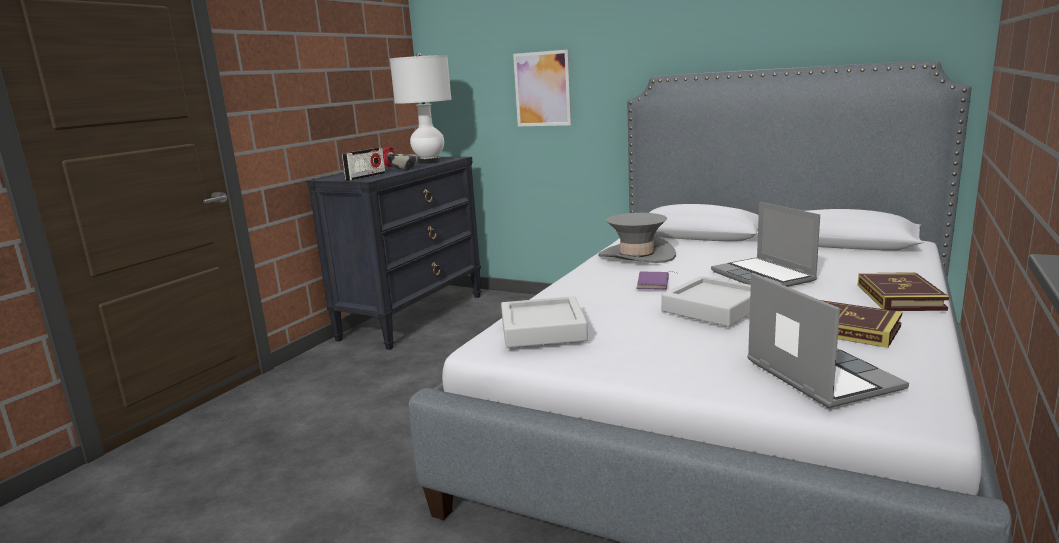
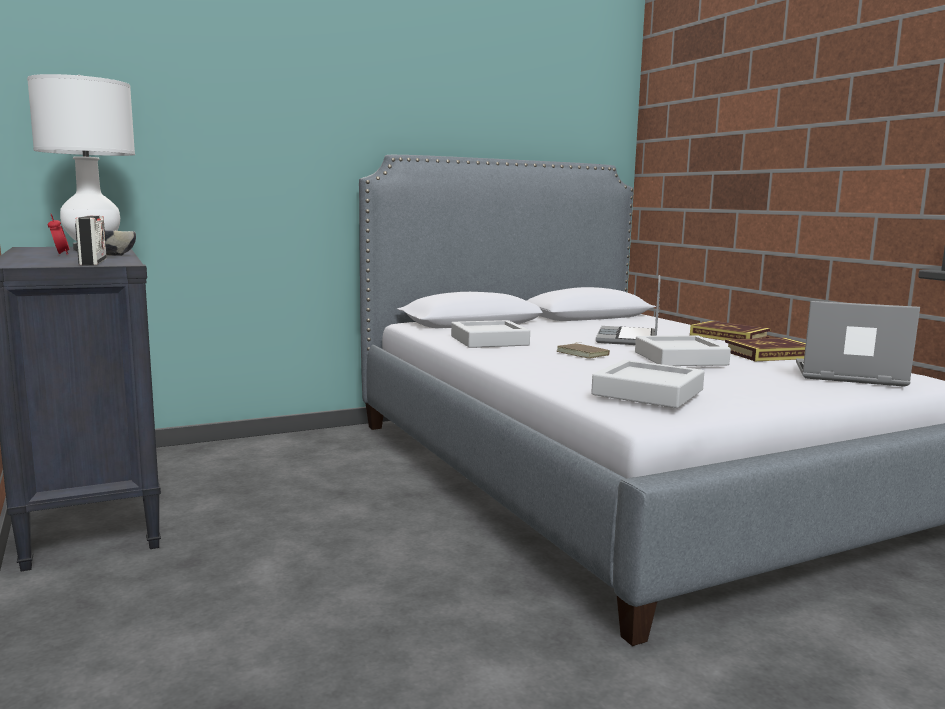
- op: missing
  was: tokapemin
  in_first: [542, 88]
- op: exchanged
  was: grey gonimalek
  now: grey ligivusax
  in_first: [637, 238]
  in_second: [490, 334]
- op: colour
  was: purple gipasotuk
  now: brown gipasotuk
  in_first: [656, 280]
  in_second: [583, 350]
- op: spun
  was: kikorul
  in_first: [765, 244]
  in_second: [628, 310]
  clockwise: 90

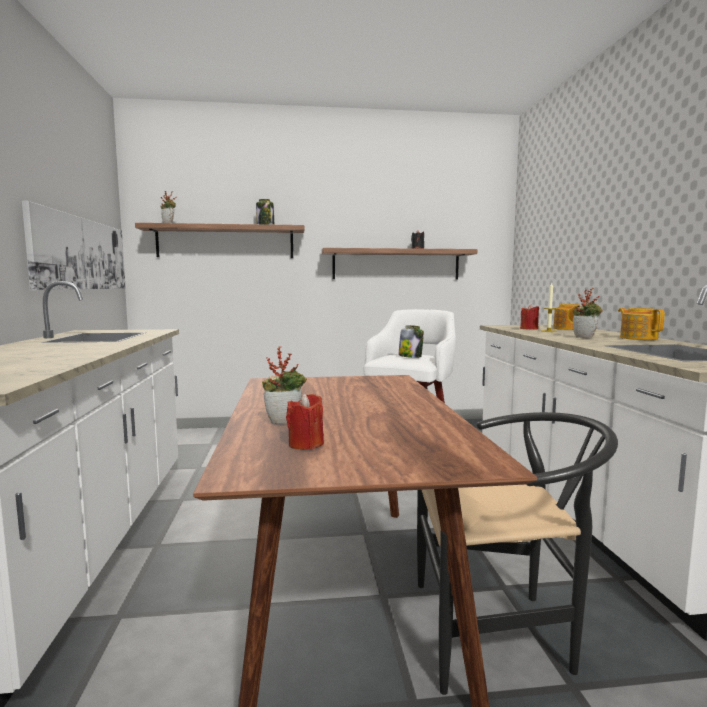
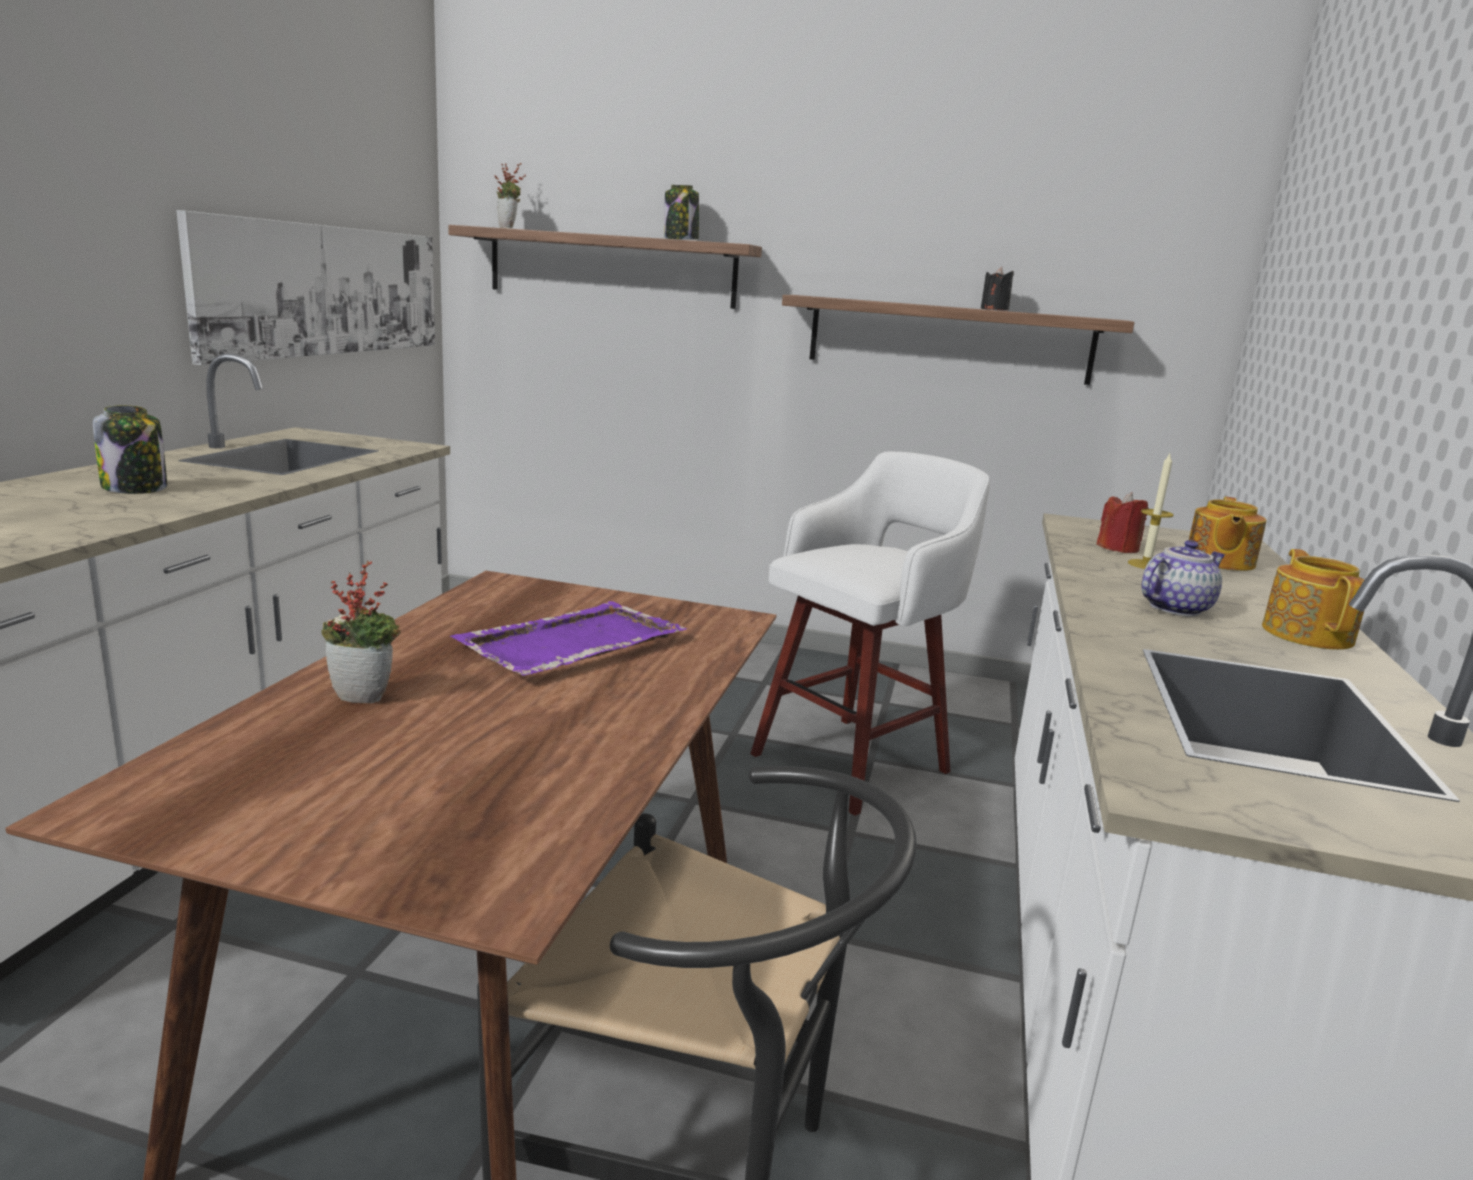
- op: missing
  was: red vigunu
  in_first: [305, 421]
- op: appeared
  now: purple ligivusax
  in_second: [568, 638]
- op: relocated
  was: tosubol
  in_first: [411, 341]
  in_second: [130, 449]
- op: exchanged
  was: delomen
  now: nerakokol
  in_first: [588, 313]
  in_second: [1184, 578]

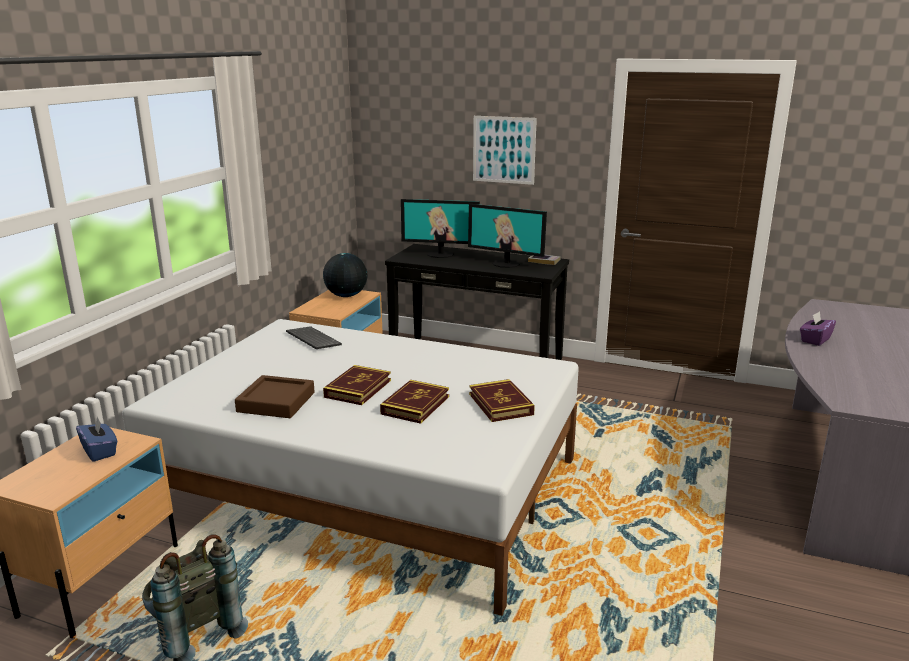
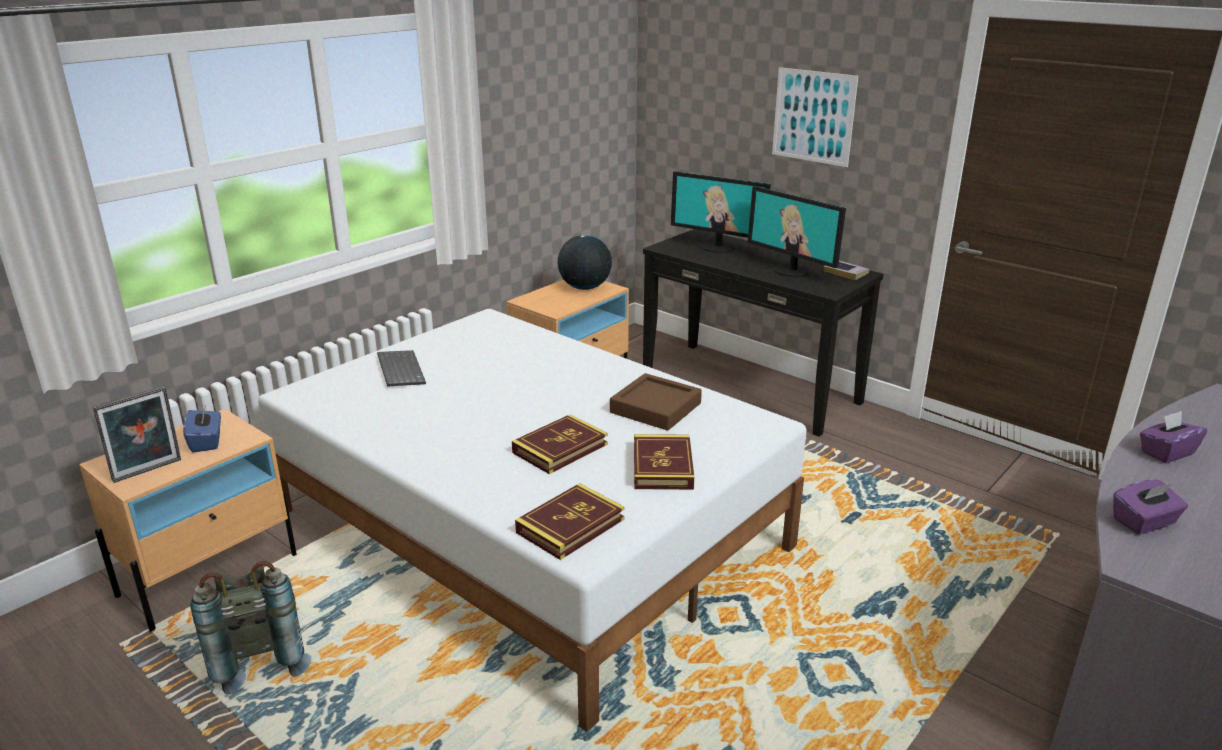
- op: appeared
  now: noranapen
  in_second: [137, 434]
- op: appeared
  now: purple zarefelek
  in_second: [1150, 506]
- op: relocated
  was: brown ligivusax
  in_first: [275, 396]
  in_second: [656, 402]
- op: relocated
  was: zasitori
  in_first: [314, 337]
  in_second: [401, 368]
- op: relocated
  was: gipasotuk
  in_first: [357, 385]
  in_second: [569, 521]

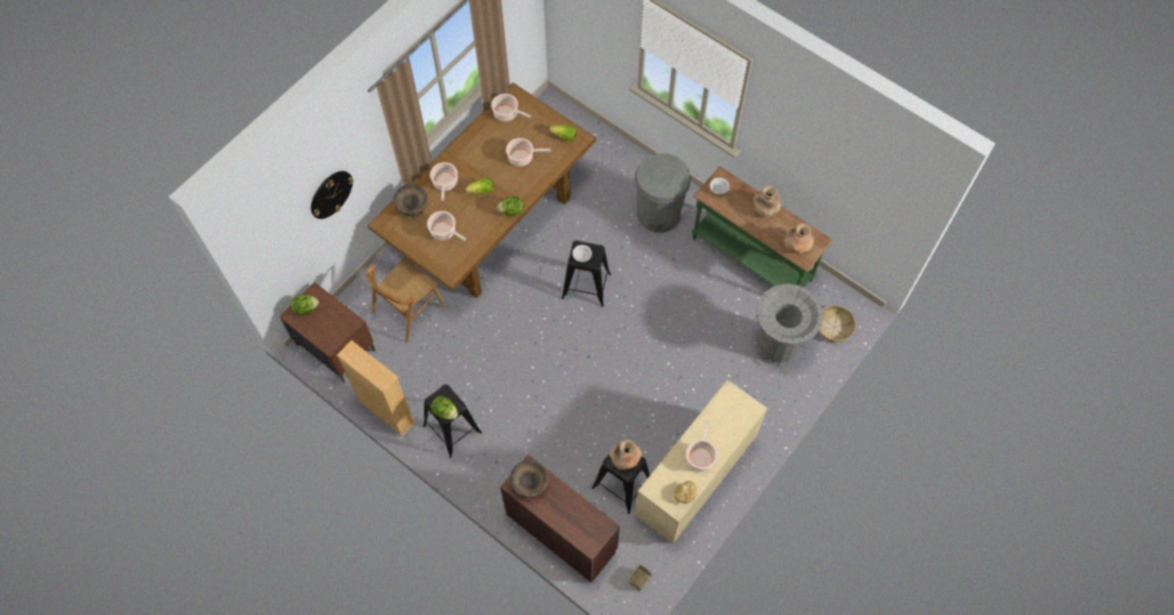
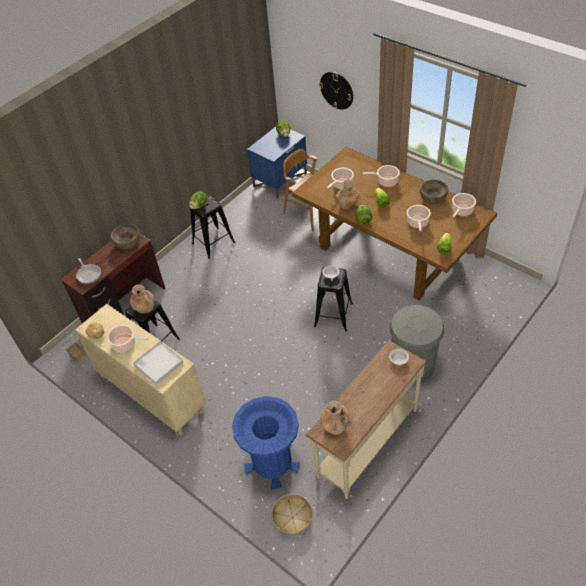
- op: missing
  was: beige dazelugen
  in_first: [376, 388]
- op: appeared
  now: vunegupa
  in_second: [88, 271]
- op: appeared
  now: white ligivusax
  in_second: [158, 363]
- op: relocated
  was: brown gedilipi
  in_first: [410, 200]
  in_second: [434, 191]
- op: relocated
  was: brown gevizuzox
  in_first: [767, 201]
  in_second: [348, 194]
- op: colour
  was: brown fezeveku
  now: blue fezeveku
  in_first: [327, 332]
  in_second: [277, 163]
- op: colour
  was: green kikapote
  now: beige kikapote
  in_first: [762, 227]
  in_second: [366, 419]
- op: colour
  was: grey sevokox
  now: blue sevokox
  in_first: [788, 328]
  in_second: [266, 443]

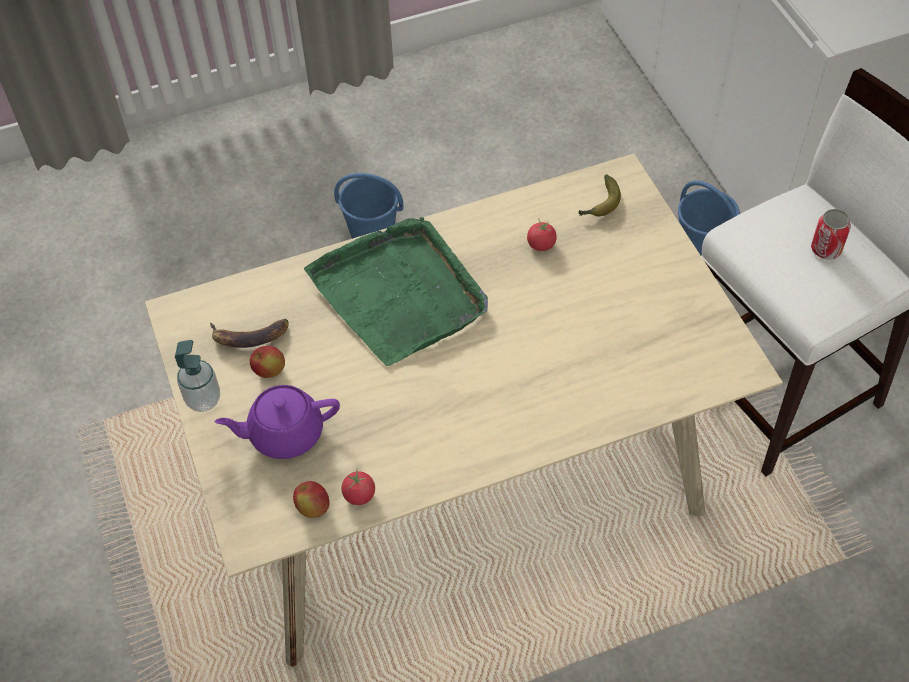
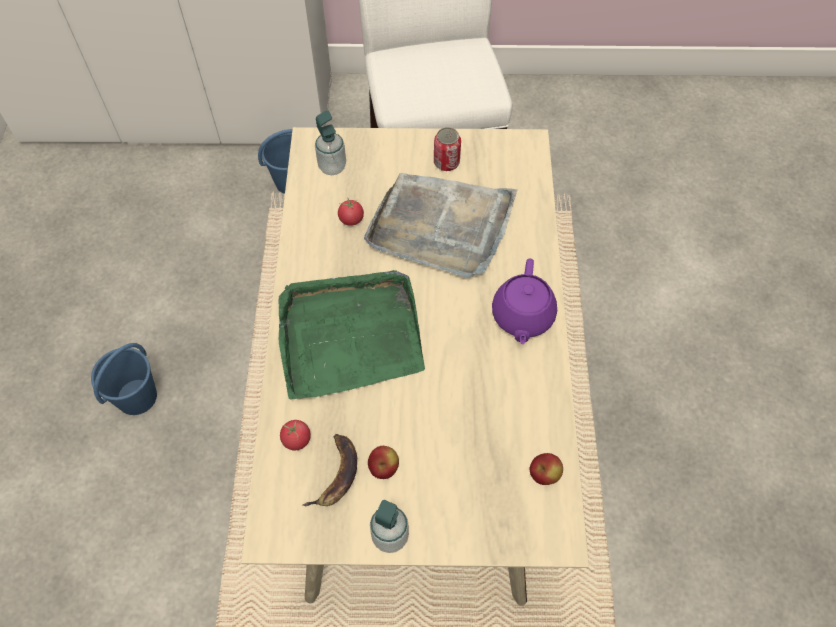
- op: appeared
  now: grey ligivusax
  in_second: [440, 225]
- op: relocated
  was: purple nerakokol
  in_first: [277, 422]
  in_second: [524, 301]
- op: relocated
  was: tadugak
  in_first: [358, 487]
  in_second: [295, 435]
- op: relocated
  was: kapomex
  in_first: [831, 234]
  in_second: [447, 149]
- op: exchanged
  was: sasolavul
  now: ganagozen
  in_first: [600, 195]
  in_second: [330, 142]

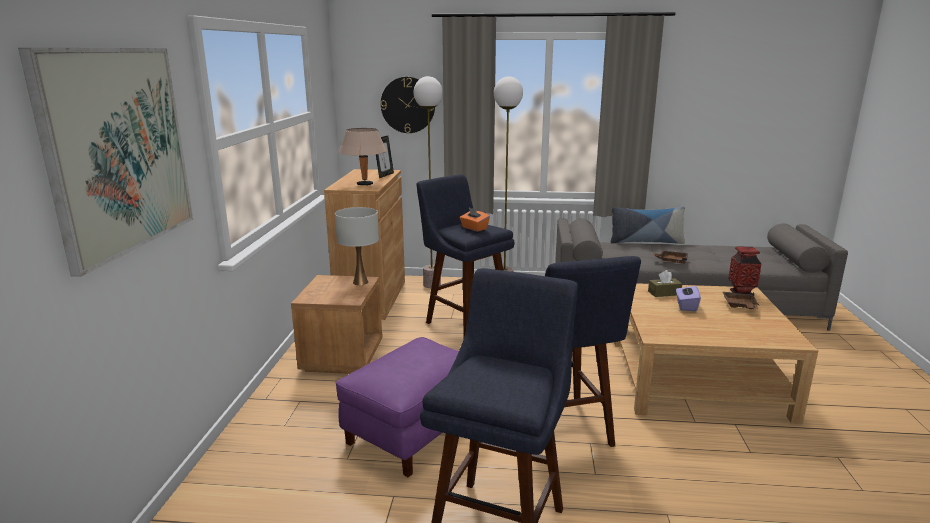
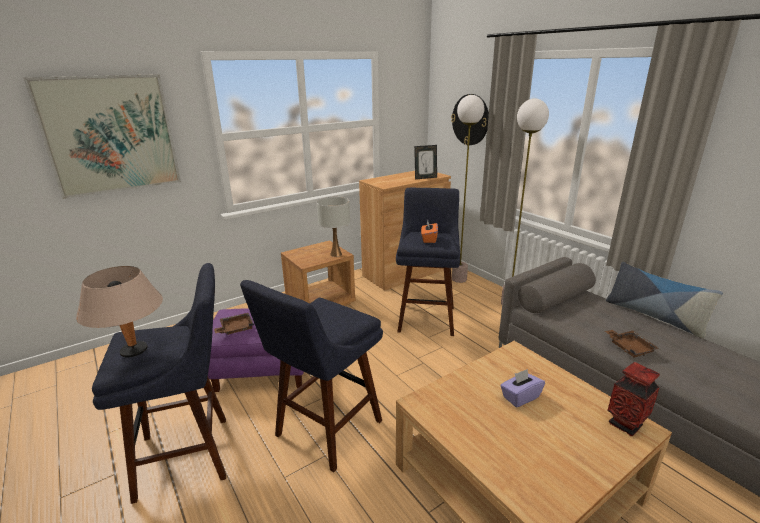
- op: missing
  was: brown zarefelek
  in_first: [665, 283]
- op: relocated
  was: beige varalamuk
  in_first: [363, 157]
  in_second: [119, 311]
- op: relocated
  was: brown ligivusax
  in_first: [741, 300]
  in_second: [234, 324]

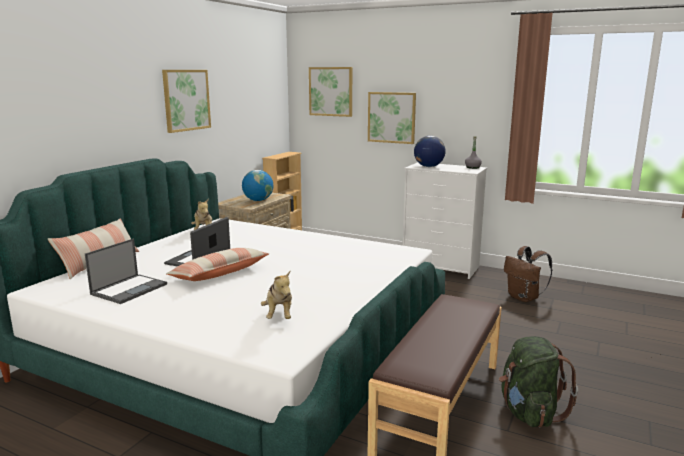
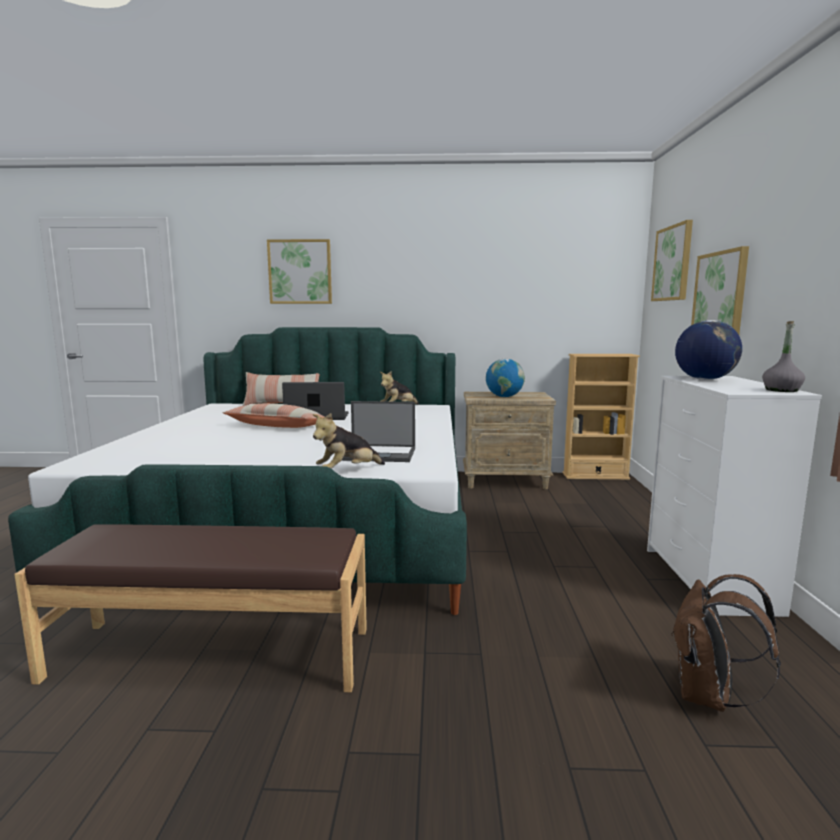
- op: missing
  was: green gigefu
  in_first: [538, 382]
- op: relocated
  was: kikorul
  in_first: [126, 271]
  in_second: [378, 431]
- op: relocated
  was: tokapemin
  in_first: [186, 101]
  in_second: [299, 271]
- op: relocated
  was: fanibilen
  in_first: [276, 295]
  in_second: [348, 441]

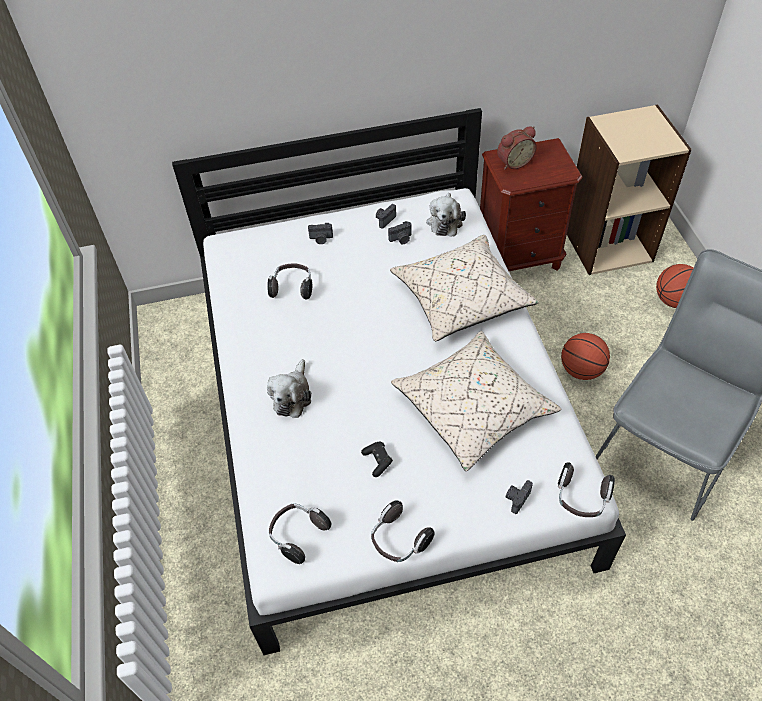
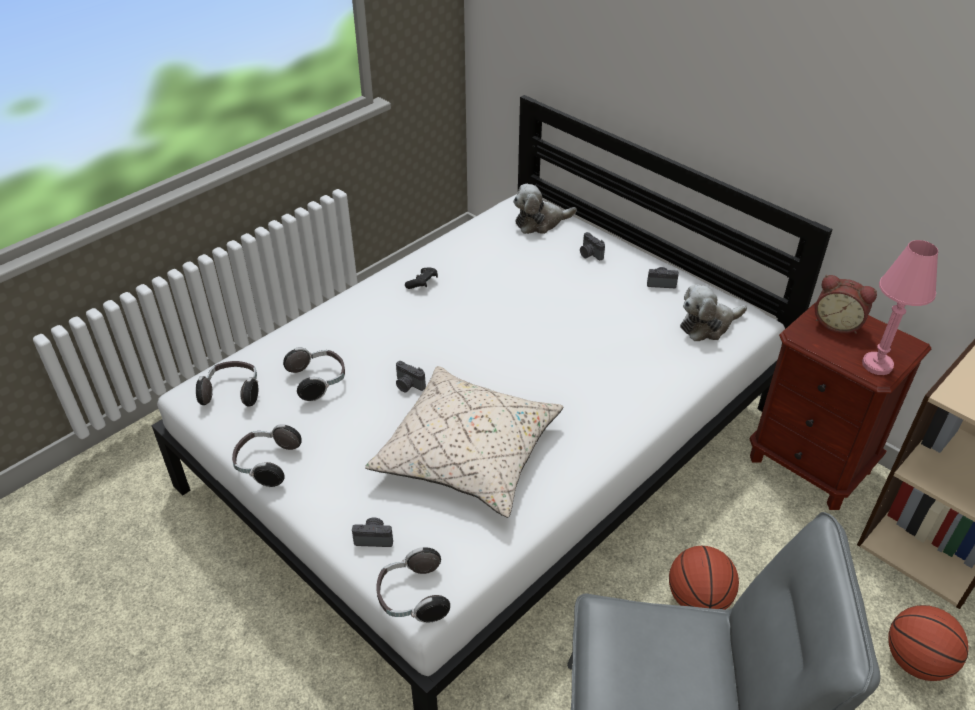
- op: missing
  was: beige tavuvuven
  in_first: [464, 288]
- op: appeared
  now: pink varalamuk
  in_second: [900, 307]
- op: relocated
  was: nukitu
  in_first: [289, 281]
  in_second: [314, 374]
- op: relocated
  was: fanibilen
  in_first: [289, 388]
  in_second: [545, 209]
- op: relocated
  was: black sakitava
  in_first: [377, 459]
  in_second: [421, 278]
- op: relocated
  was: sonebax
  in_first: [400, 232]
  in_second: [411, 376]

